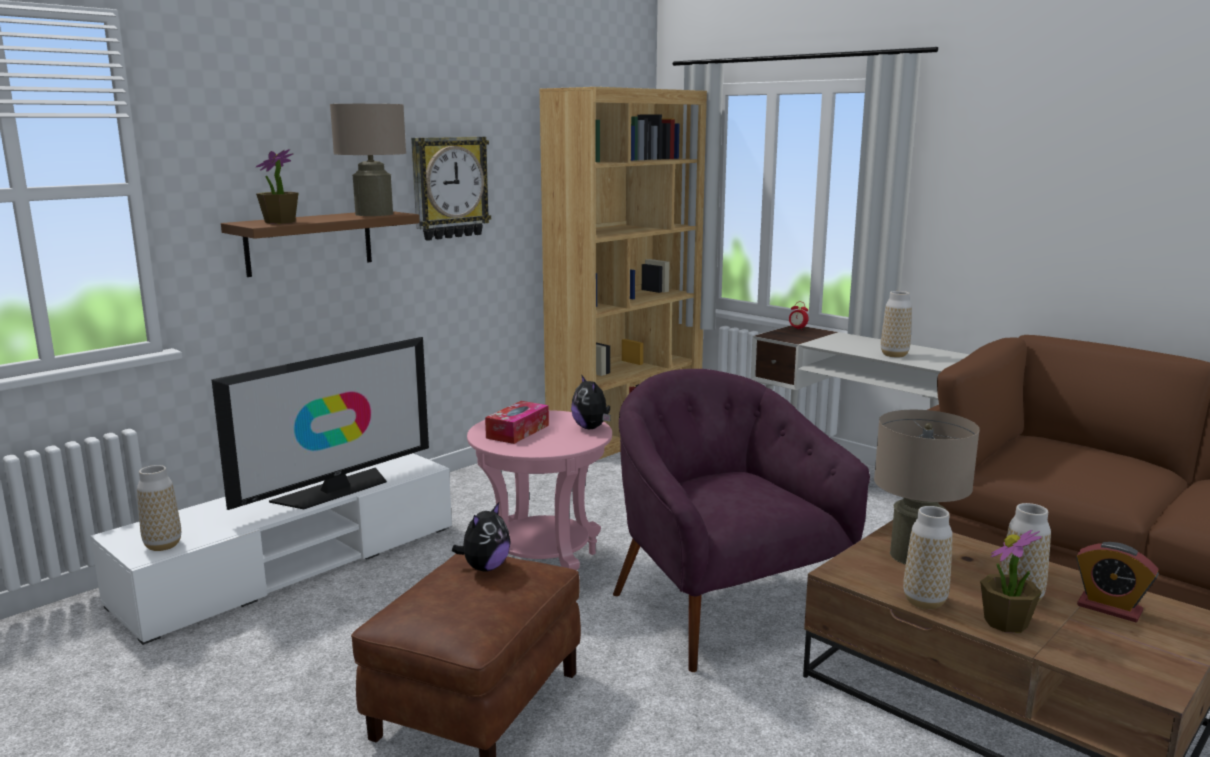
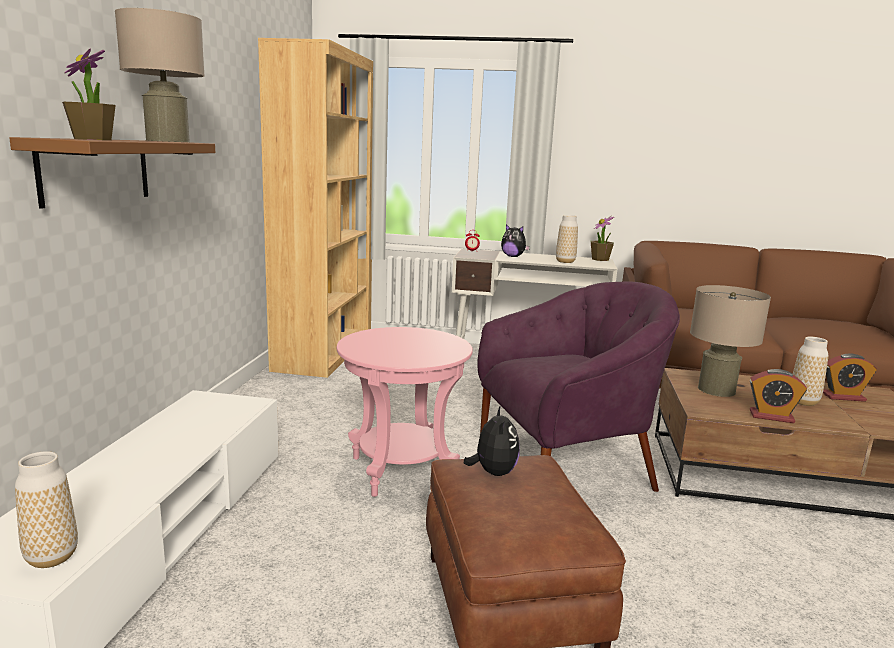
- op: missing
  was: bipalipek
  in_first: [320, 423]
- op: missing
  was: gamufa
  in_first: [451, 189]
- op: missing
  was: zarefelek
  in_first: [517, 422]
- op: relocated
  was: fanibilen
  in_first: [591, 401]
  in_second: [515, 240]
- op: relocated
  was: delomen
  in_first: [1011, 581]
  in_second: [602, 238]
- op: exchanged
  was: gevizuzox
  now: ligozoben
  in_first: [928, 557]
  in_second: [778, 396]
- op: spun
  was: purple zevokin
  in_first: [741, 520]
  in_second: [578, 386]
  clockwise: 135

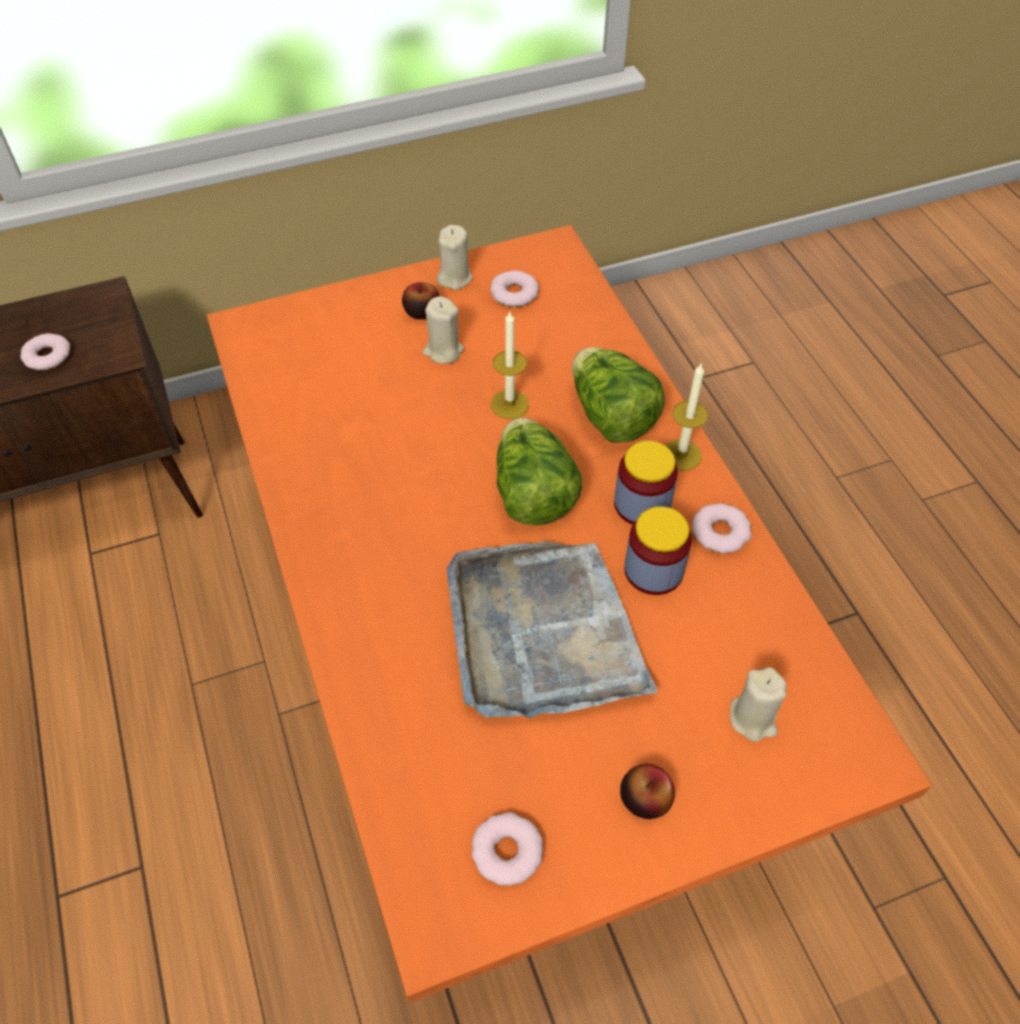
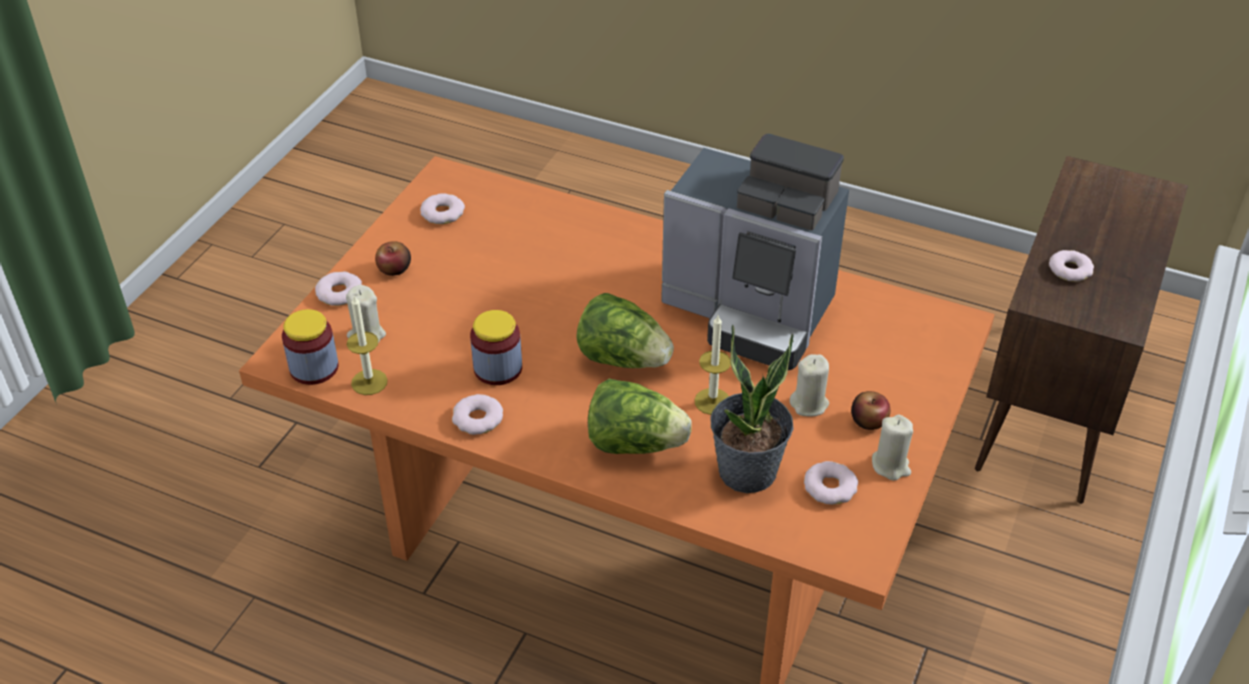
- op: missing
  was: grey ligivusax
  in_first: [552, 630]
- op: appeared
  now: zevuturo
  in_second: [338, 289]
- op: appeared
  now: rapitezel
  in_second: [755, 252]
- op: appeared
  now: delomen
  in_second: [752, 409]
- op: relocated
  was: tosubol
  in_first: [646, 483]
  in_second: [310, 347]
- op: relocated
  was: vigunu
  in_first: [687, 417]
  in_second: [367, 345]

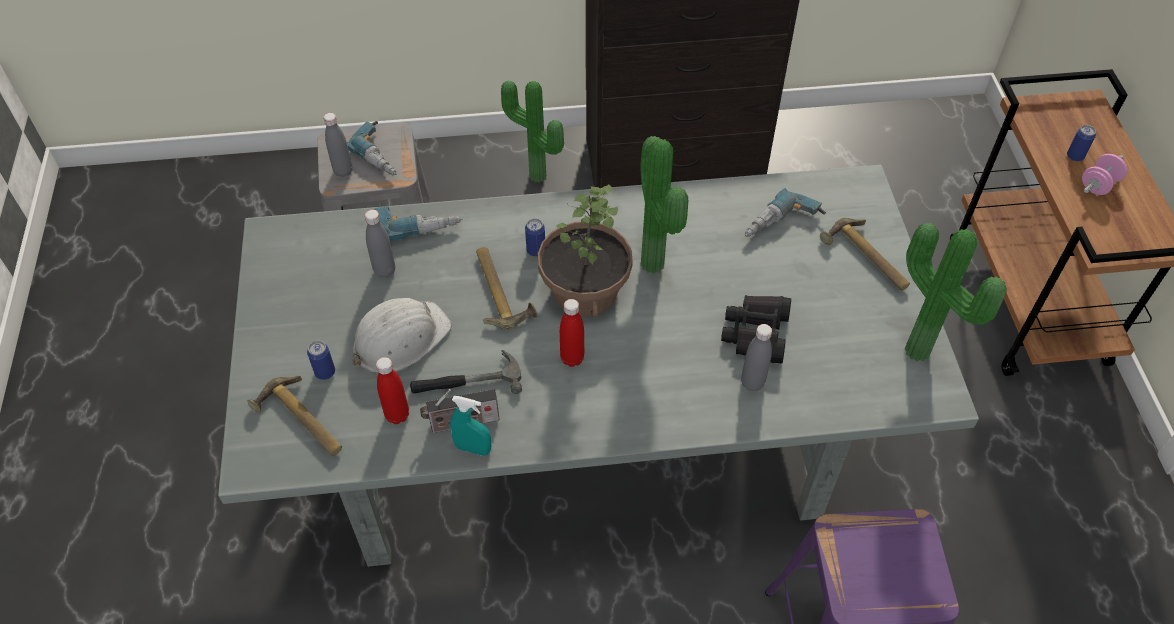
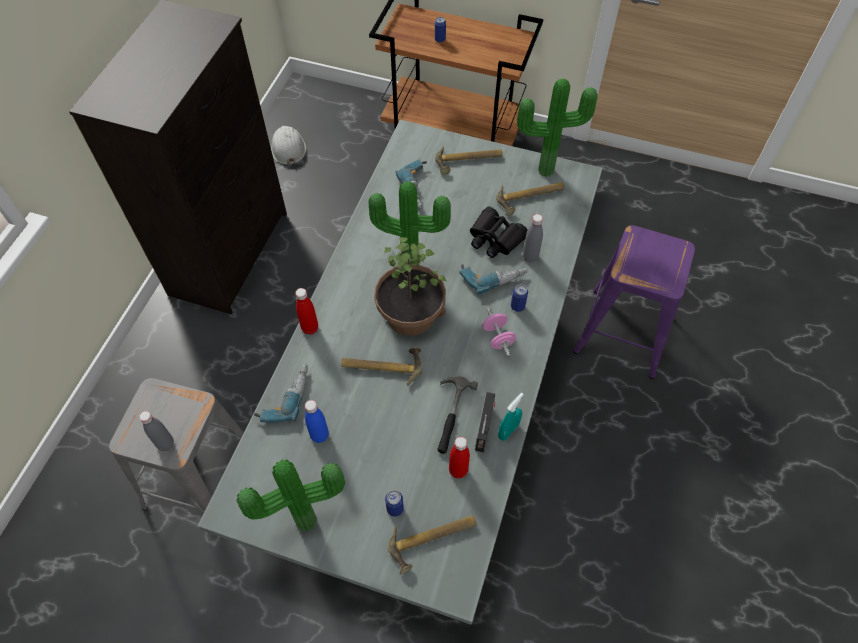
- op: appeared
  now: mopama
  in_second: [530, 199]
- op: relocated
  was: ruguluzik
  in_first: [371, 148]
  in_second: [493, 279]
- op: relocated
  was: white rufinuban
  in_first: [402, 335]
  in_second: [288, 145]
- op: relocated
  was: delomen
  in_first: [532, 131]
  in_second: [290, 496]
- op: relocated
  was: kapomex
  in_first: [535, 237]
  in_second: [519, 298]
- op: relocated
  was: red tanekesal
  in_first: [572, 333]
  in_second: [306, 311]
- op: relocated
  was: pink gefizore
  in_first: [1104, 174]
  in_second: [499, 332]
- op: colour
  was: grey tanekesal
  now: blue tanekesal
  in_first: [380, 244]
  in_second: [317, 421]

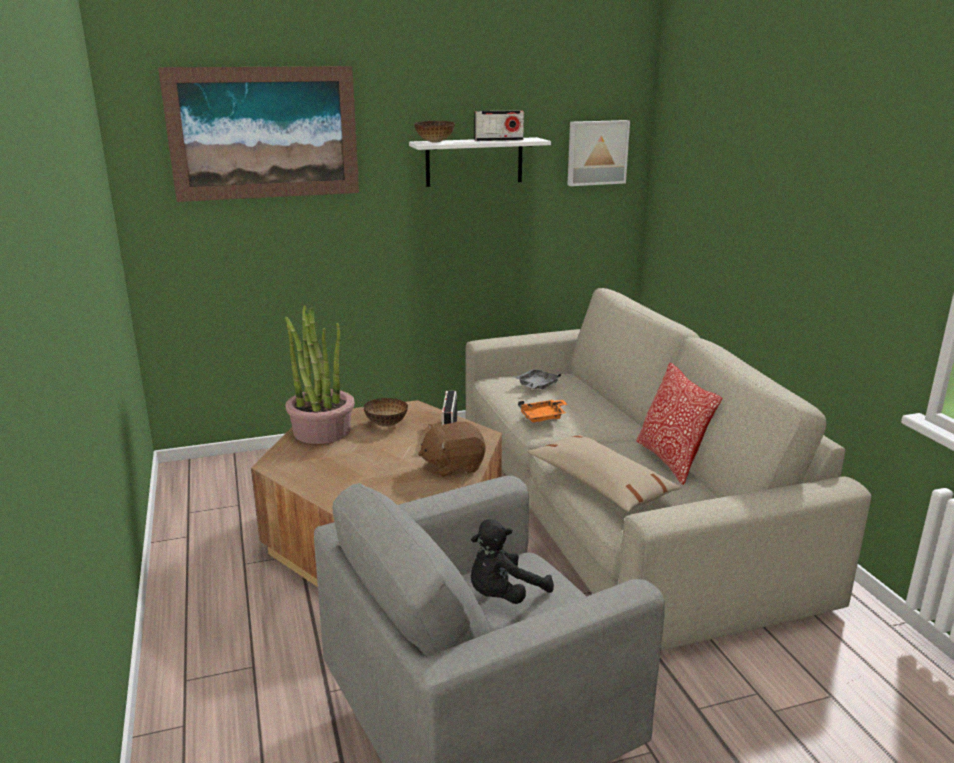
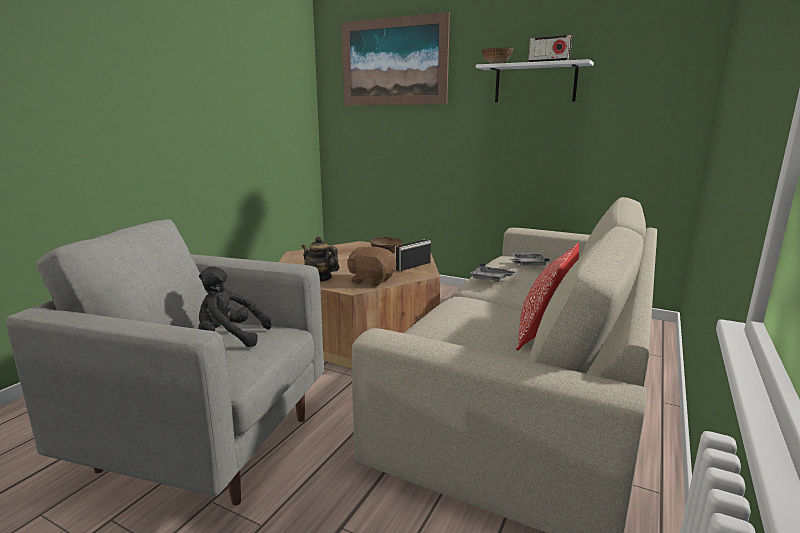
- op: missing
  was: delomen
  in_first: [320, 374]
- op: missing
  was: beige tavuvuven
  in_first: [605, 473]
- op: missing
  was: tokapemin
  in_first: [599, 153]
- op: appeared
  now: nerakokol
  in_second: [320, 259]
- op: colour
  was: orange ligivusax
  now: grey ligivusax
  in_first: [542, 411]
  in_second: [494, 272]

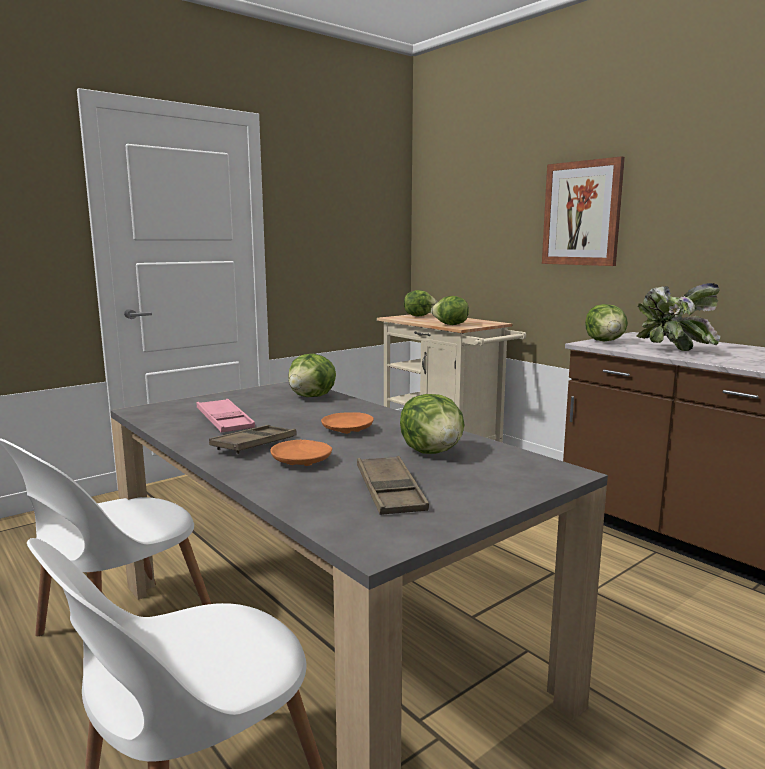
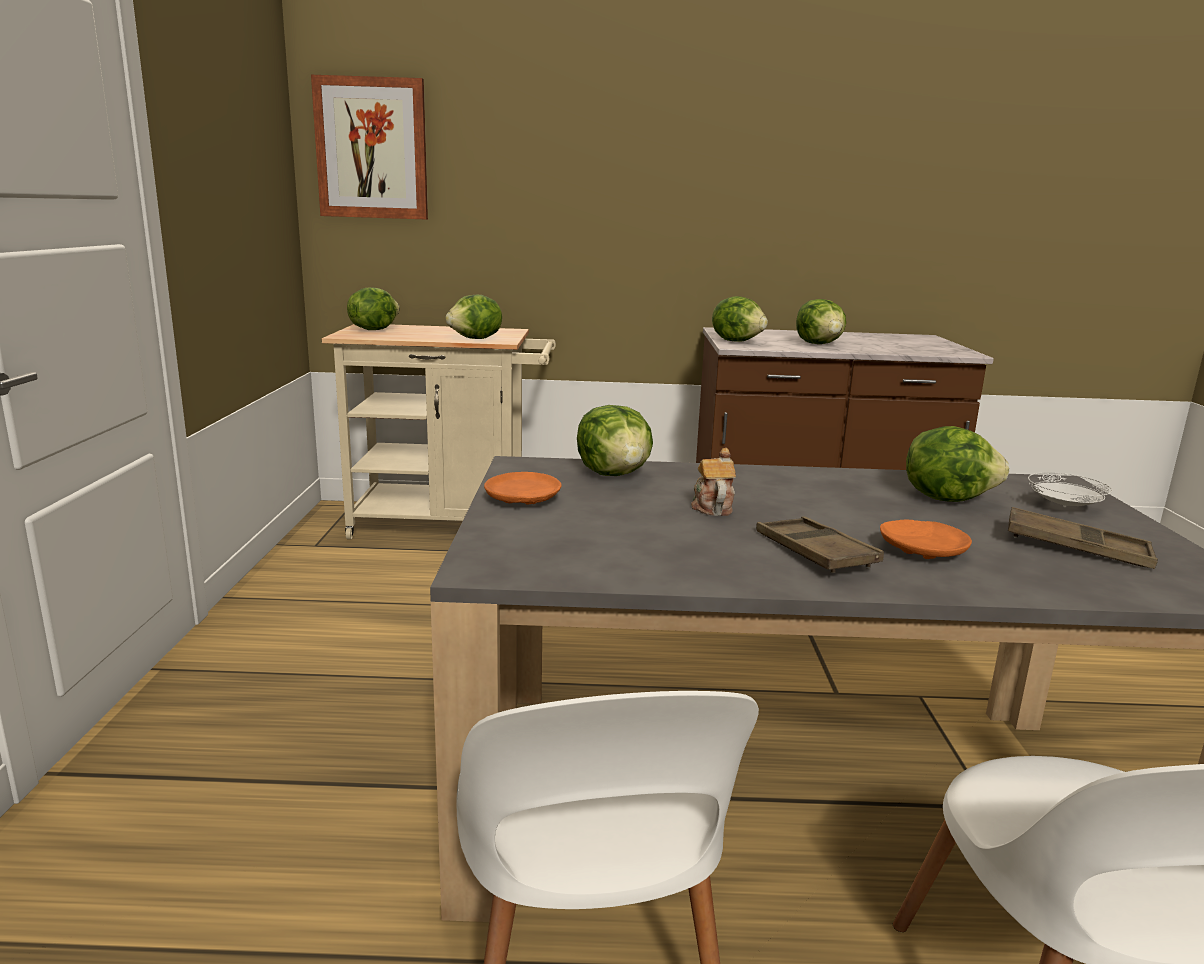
- op: missing
  was: pink ligivusax
  in_first: [226, 415]
- op: appeared
  now: nerakokol
  in_second: [713, 482]
- op: appeared
  now: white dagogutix
  in_second: [1070, 489]
- op: relocated
  was: orange dagogutix
  in_first: [347, 423]
  in_second: [523, 488]
- op: relocated
  was: tokapemin
  in_first: [583, 211]
  in_second: [369, 147]
- op: exchanged
  was: delomen
  now: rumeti
  in_first: [678, 317]
  in_second: [821, 321]

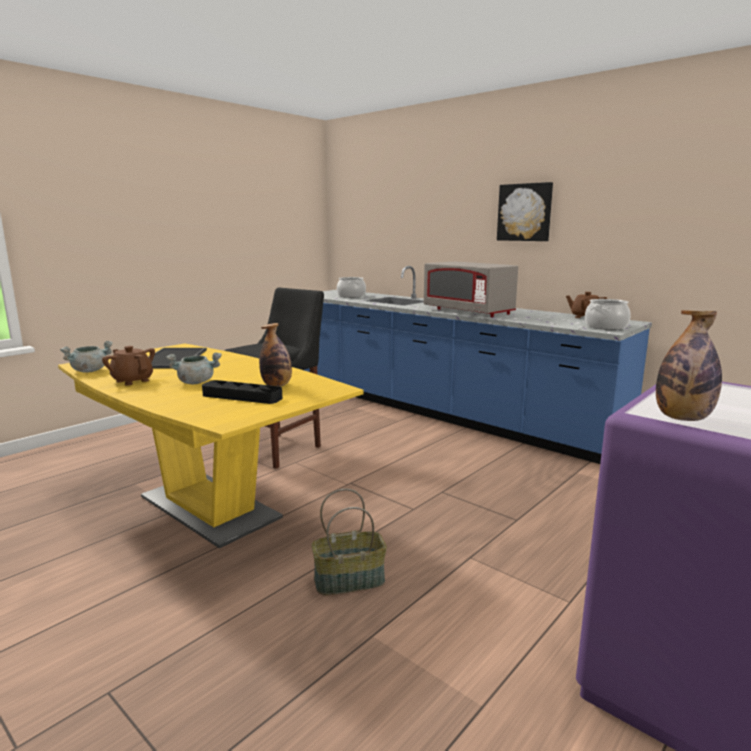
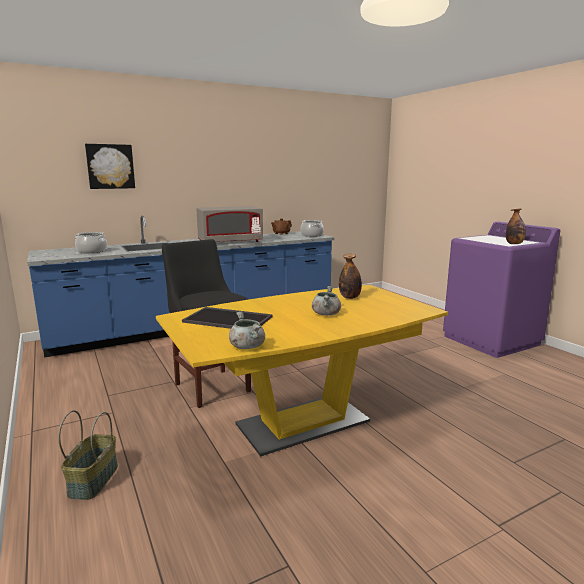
- op: missing
  was: brown nerakokol
  in_first: [128, 366]
- op: missing
  was: black ligivusax
  in_first: [242, 392]
- op: relocated
  was: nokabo
  in_first: [349, 542]
  in_second: [88, 455]
- op: relocated
  was: tokapemin
  in_first: [525, 211]
  in_second: [110, 166]

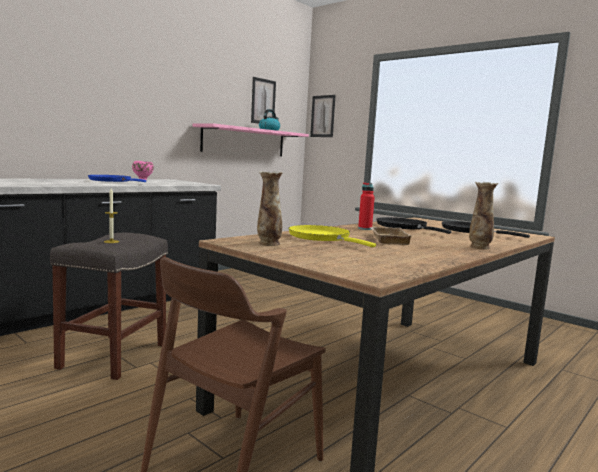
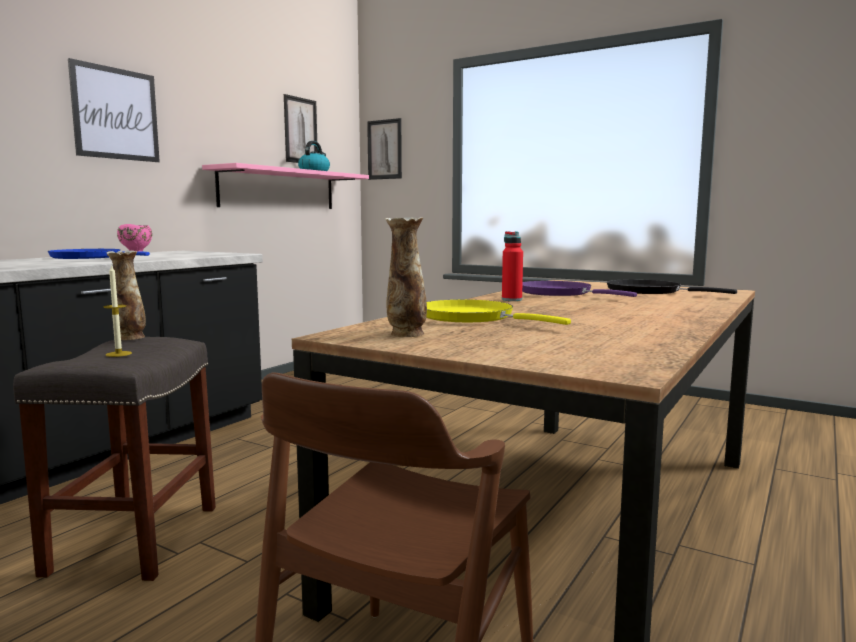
- op: missing
  was: beige ligivusax
  in_first: [392, 236]
- op: appeared
  now: tokapemin
  in_second: [114, 110]
- op: relocated
  was: gevizuzox
  in_first: [483, 215]
  in_second: [126, 295]
- op: colour
  was: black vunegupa
  now: purple vunegupa
  in_first: [413, 225]
  in_second: [579, 289]

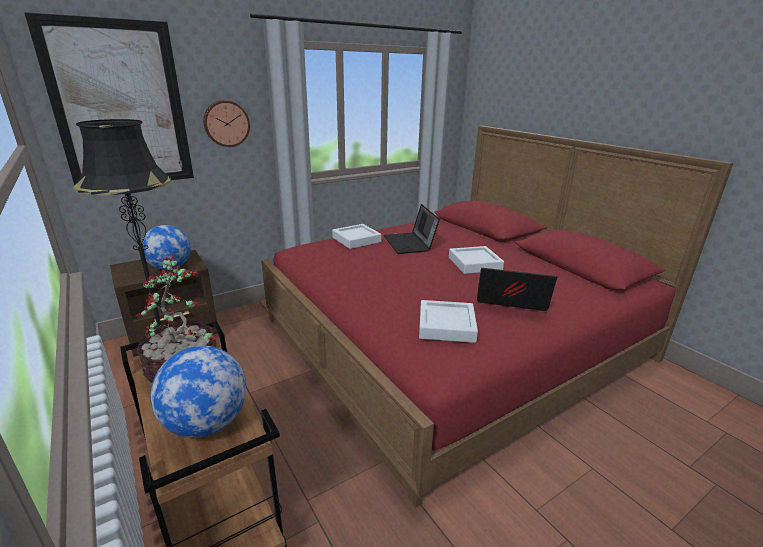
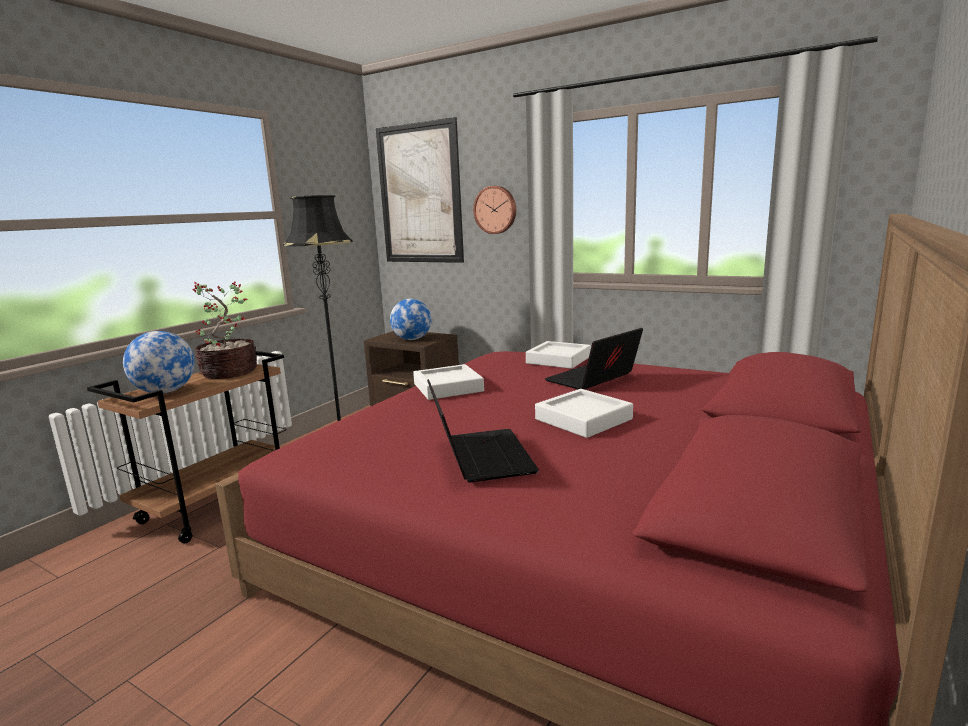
- op: relocated
  was: white ligivusax
  in_first: [448, 321]
  in_second: [448, 382]

